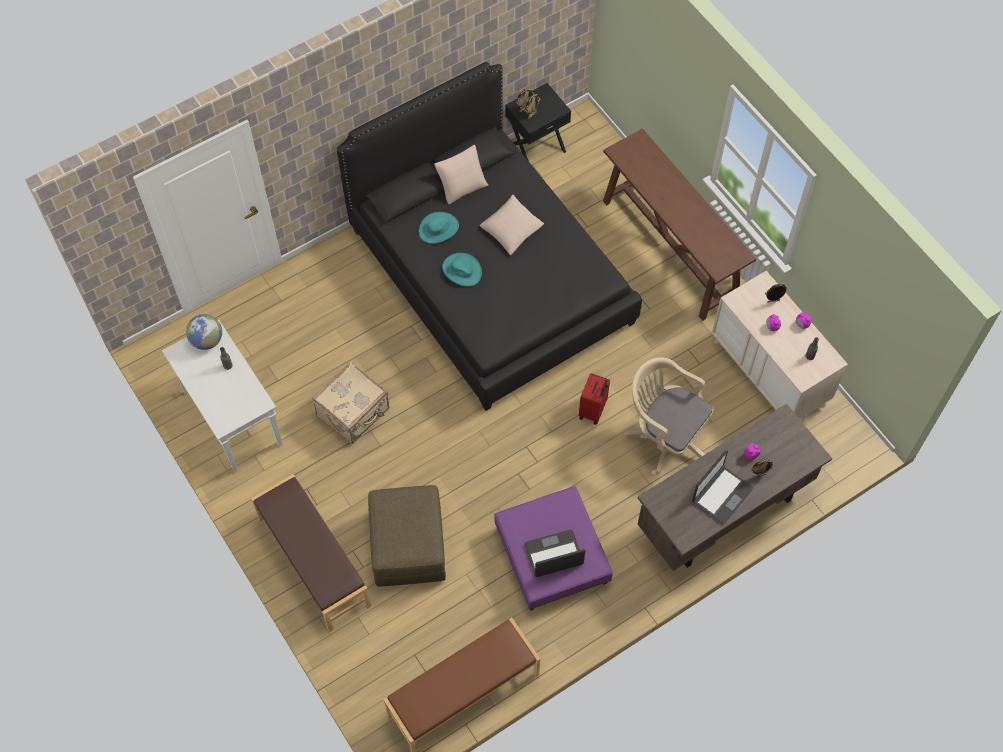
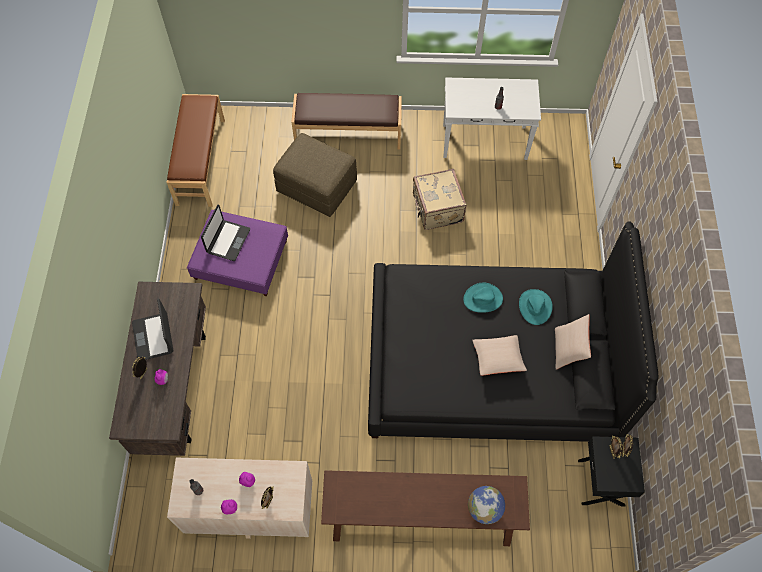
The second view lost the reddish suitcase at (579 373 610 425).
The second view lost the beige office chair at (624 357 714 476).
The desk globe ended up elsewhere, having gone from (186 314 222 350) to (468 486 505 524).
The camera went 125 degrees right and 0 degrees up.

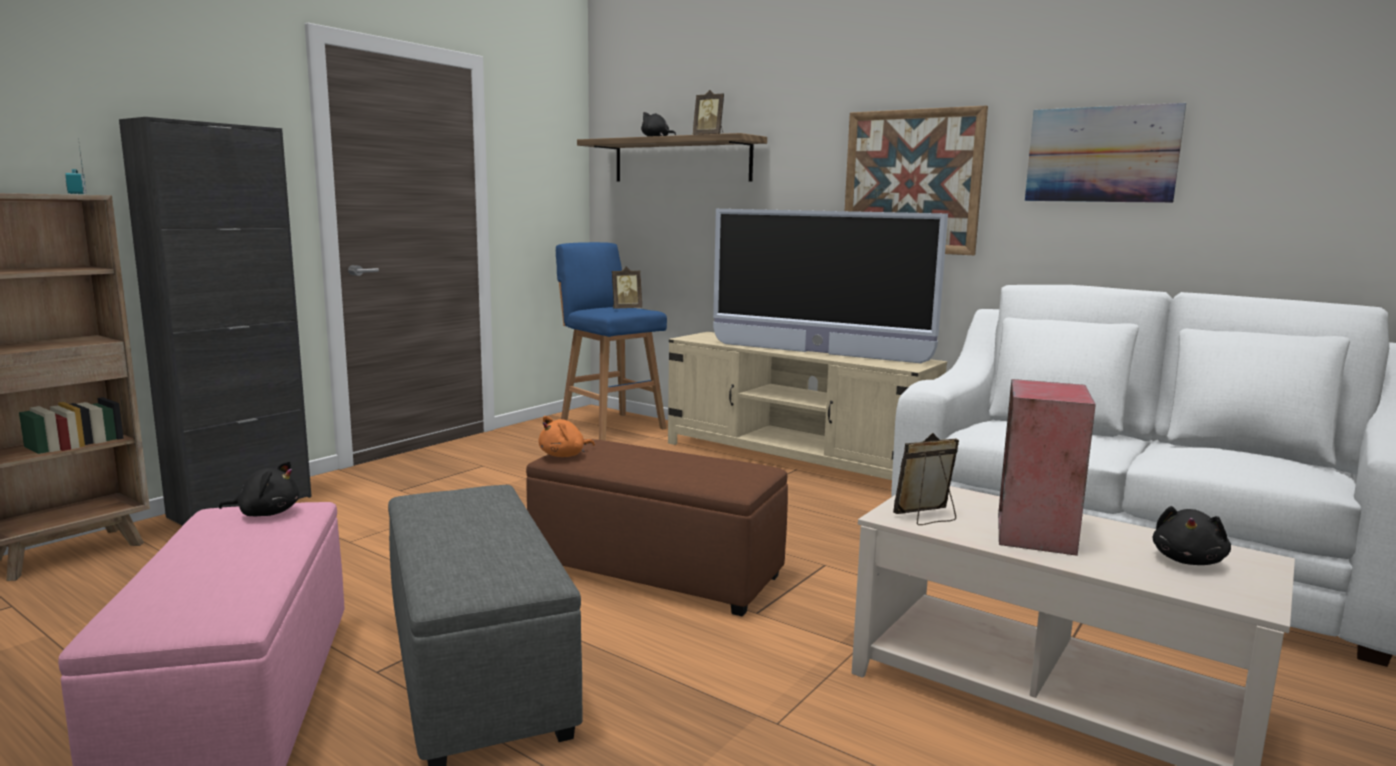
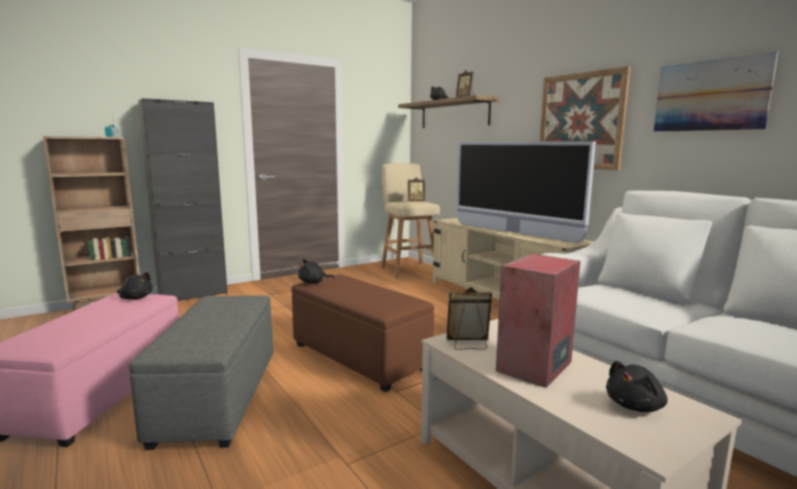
What was the orangey soft toy at (539 416 595 457) turned into the black soft toy at (298 259 334 284).
What was the blue-coloured sitting stool at (556 242 667 441) turned into the beige sitting stool at (381 163 440 278).
The camera went 20 degrees right and 0 degrees up.

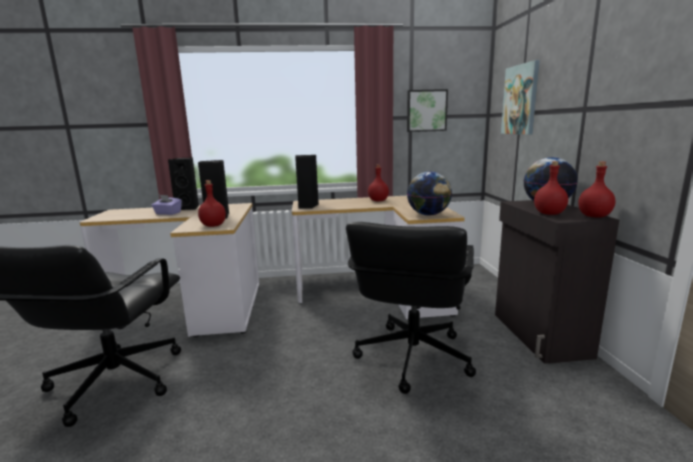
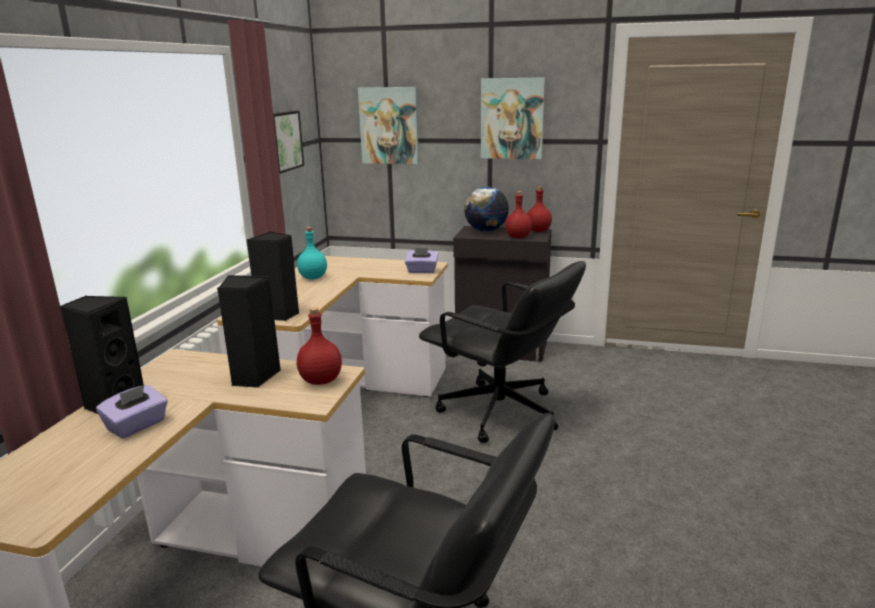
The second view gained the wall art at (481 77 545 159).
Where the desk globe stood at (407 171 452 215), the purple tissue holder came to stand at (405 248 439 273).
What was the reddish drink bottle at (368 165 389 201) turned into the turquoise-coloured drink bottle at (297 227 327 279).
The camera went 70 degrees left and 5 degrees up.

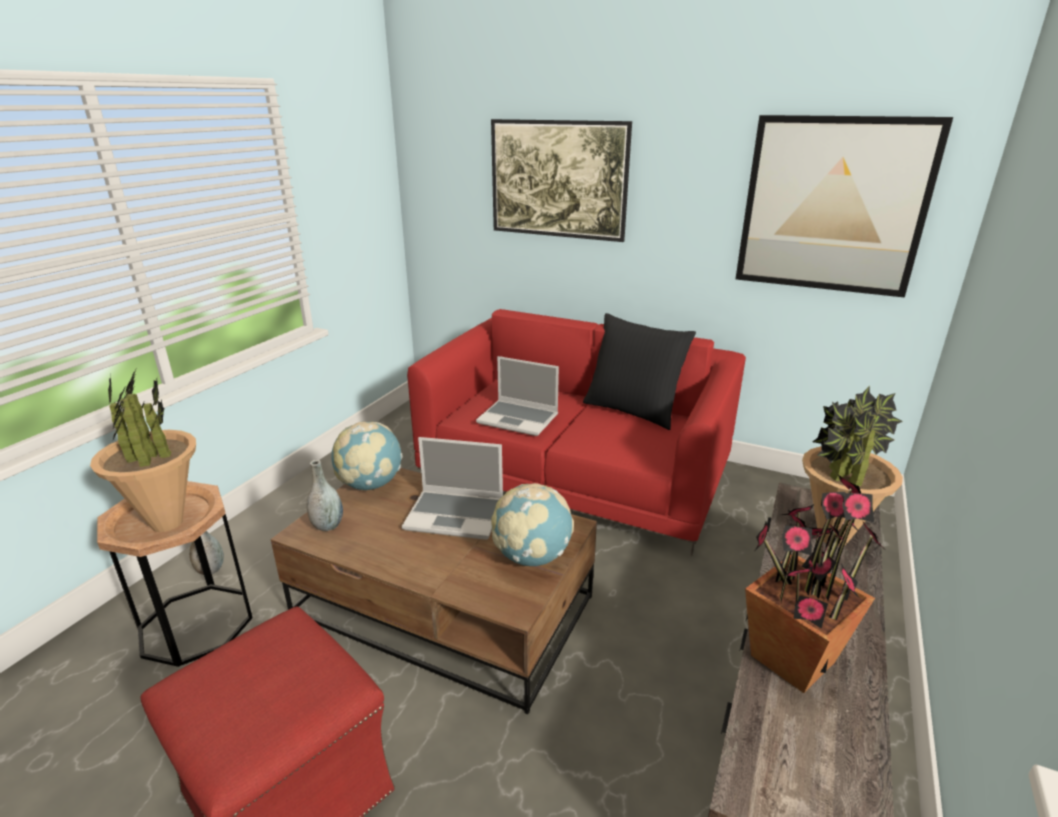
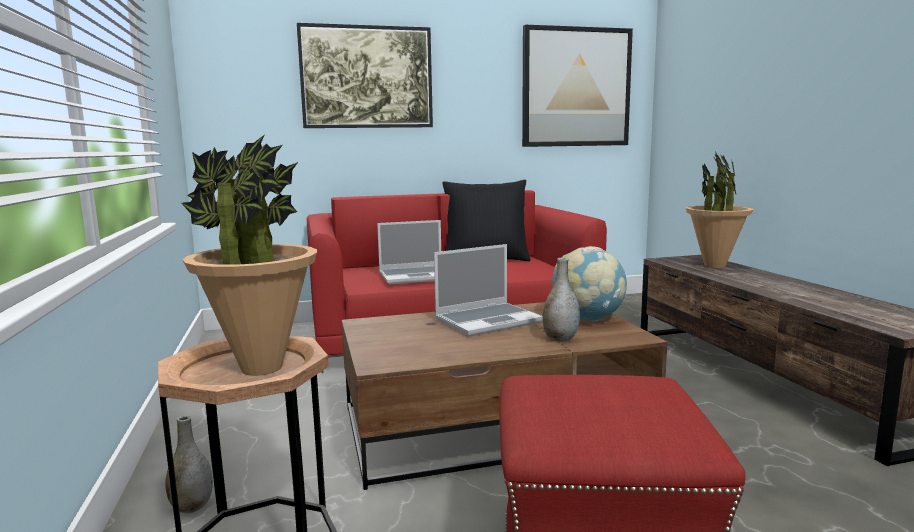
The second view lost the desk globe at (331 422 403 490).
The second view lost the houseplant at (745 475 883 693).
The gray vase ended up elsewhere, having gone from (306 460 343 531) to (542 258 580 342).
The camera went 40 degrees left and 15 degrees down.

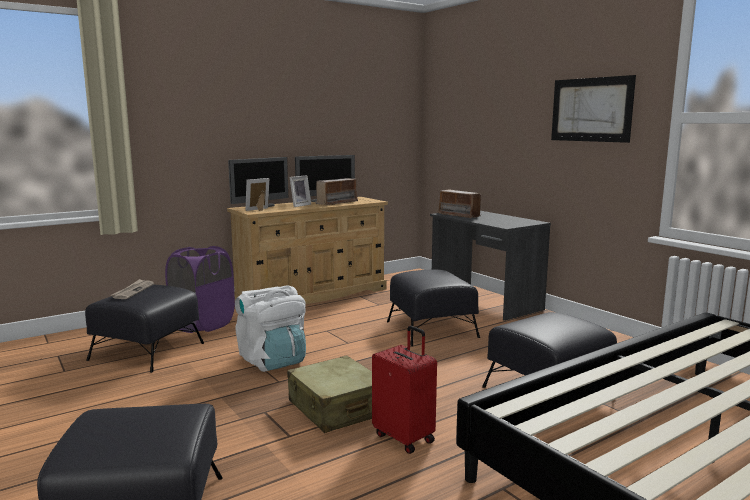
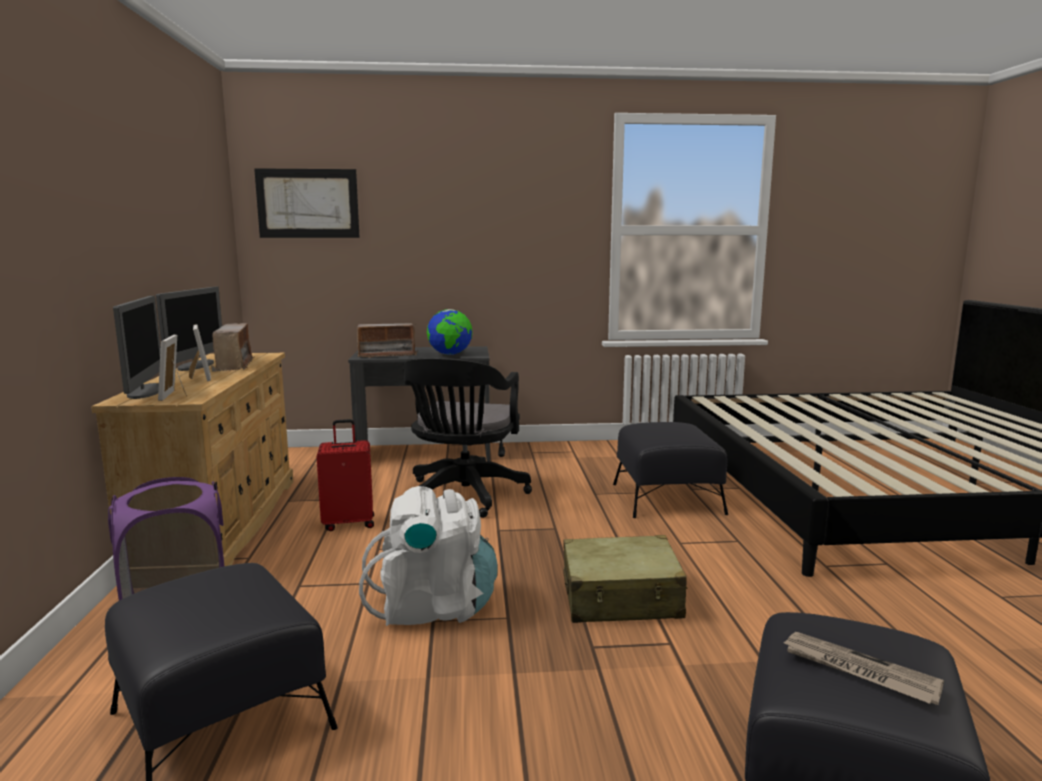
The second view gained the desk globe at (427 309 472 355).
The daily paper ended up elsewhere, having gone from (111 279 154 299) to (782 632 944 705).
The reddish suitcase ended up elsewhere, having gone from (372 326 437 454) to (316 419 374 531).
The wall art ended up elsewhere, having gone from (551 75 636 143) to (254 168 360 238).
Where the black pouffe stood at (387 269 480 346), the black office chair came to stand at (403 358 532 518).
The camera went 60 degrees left and 0 degrees up.

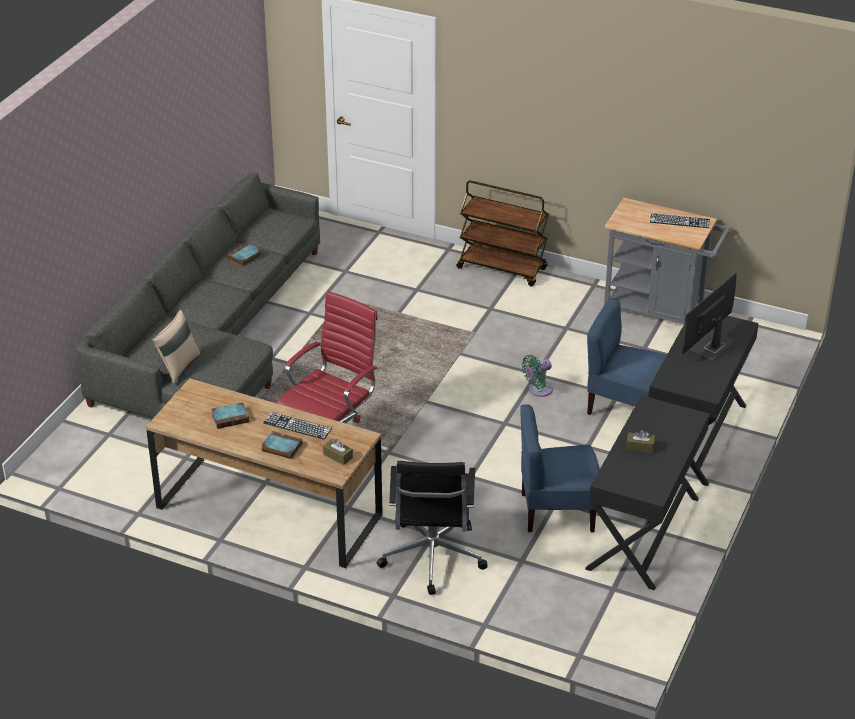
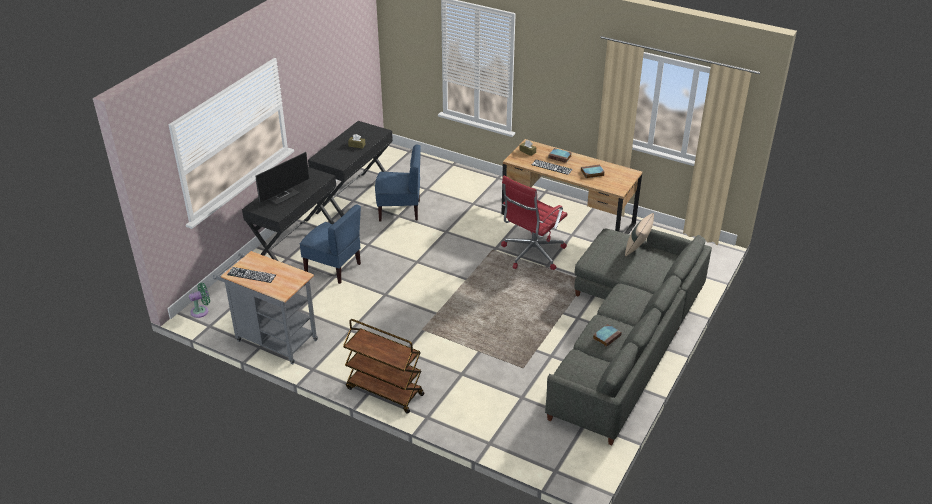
The second view lost the black office chair at (377 461 487 595).
The green-coloured electric fan ended up elsewhere, having gone from (522 355 553 397) to (189 283 210 318).
The camera went 175 degrees left and 0 degrees up.

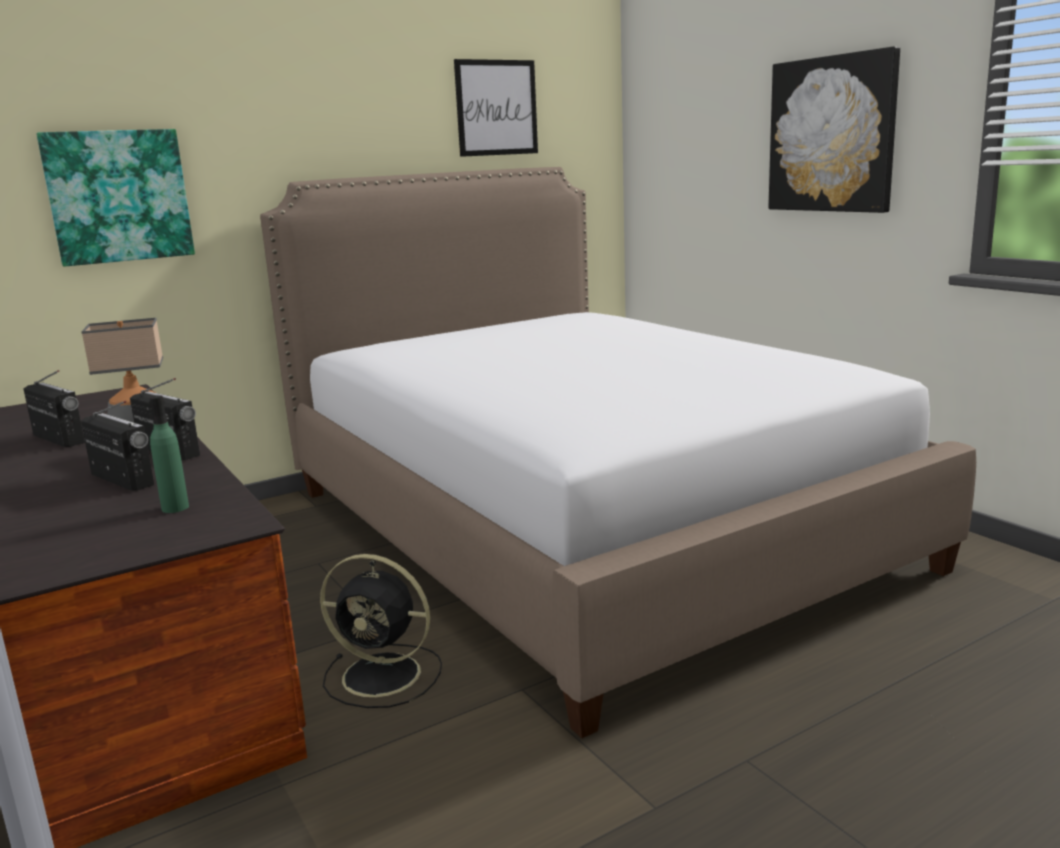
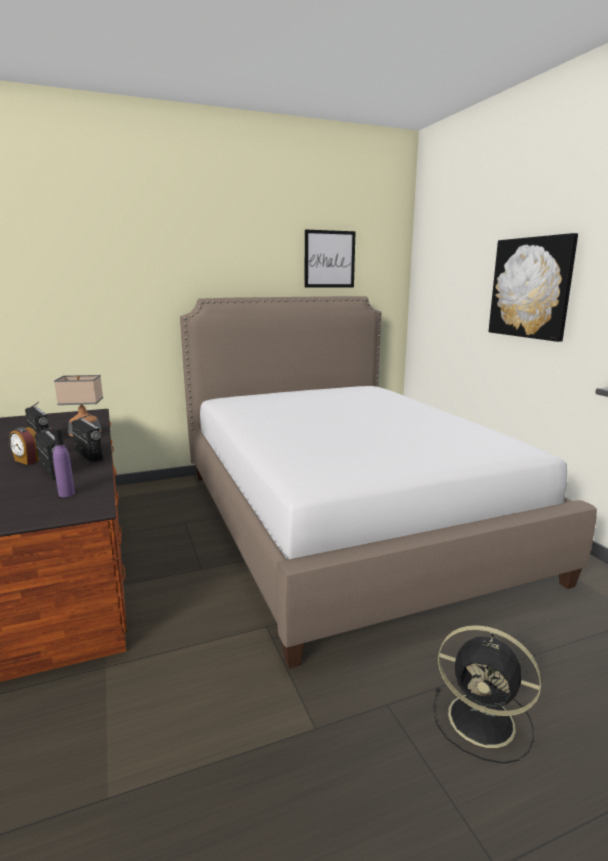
The second view lost the wall art at (36 129 195 267).
The second view gained the bedside clock at (9 427 39 465).
The black electric fan ended up elsewhere, having gone from (320 554 442 708) to (433 625 541 764).
What was the green-coloured drink bottle at (149 395 189 513) turned into the purple drink bottle at (53 428 75 497).
The camera went 10 degrees right and 0 degrees up.

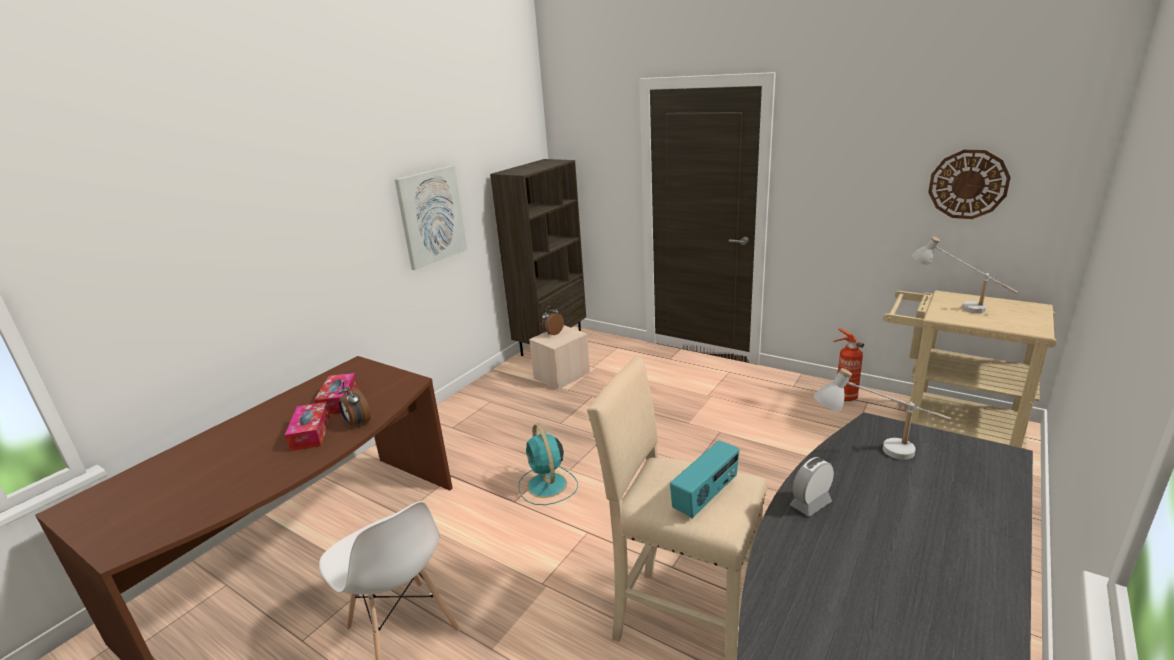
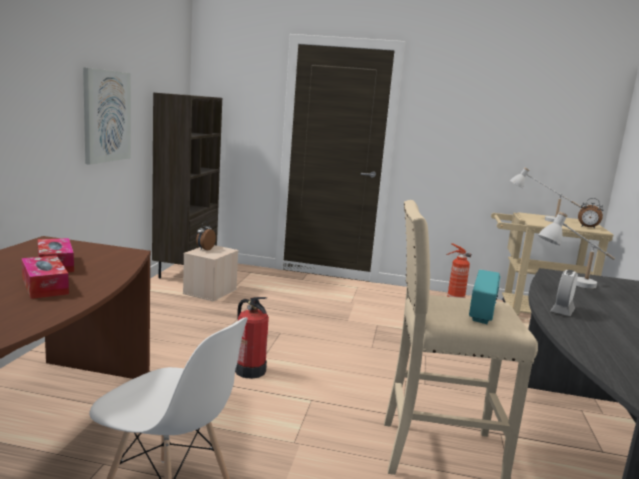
The second view lost the wall clock at (928 150 1011 219).
The bedside clock ended up elsewhere, having gone from (338 382 371 427) to (578 198 603 229).
Where the turquoise-coloured electric fan stood at (518 424 578 505), the extinguisher came to stand at (235 297 269 379).
The camera went 25 degrees left and 10 degrees down.

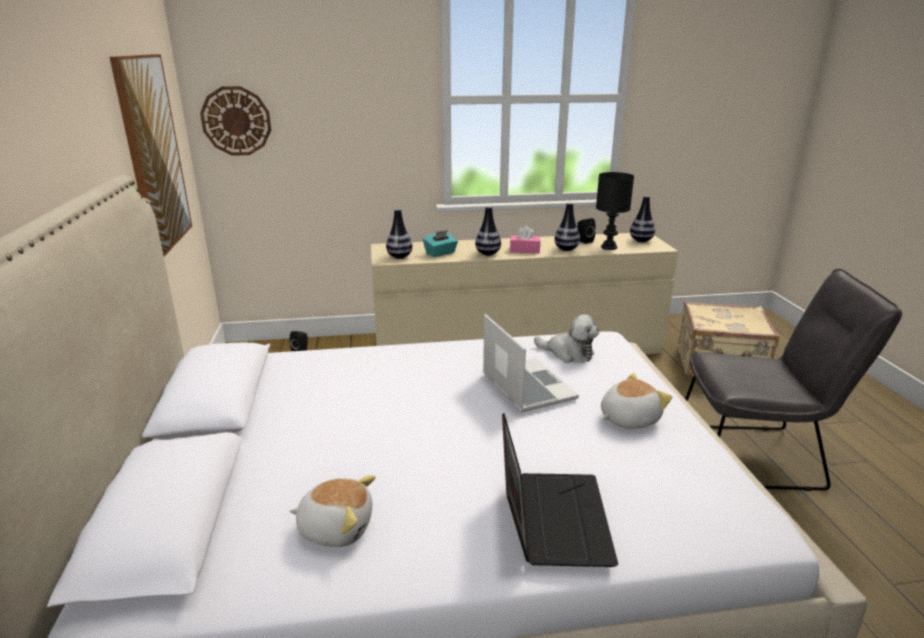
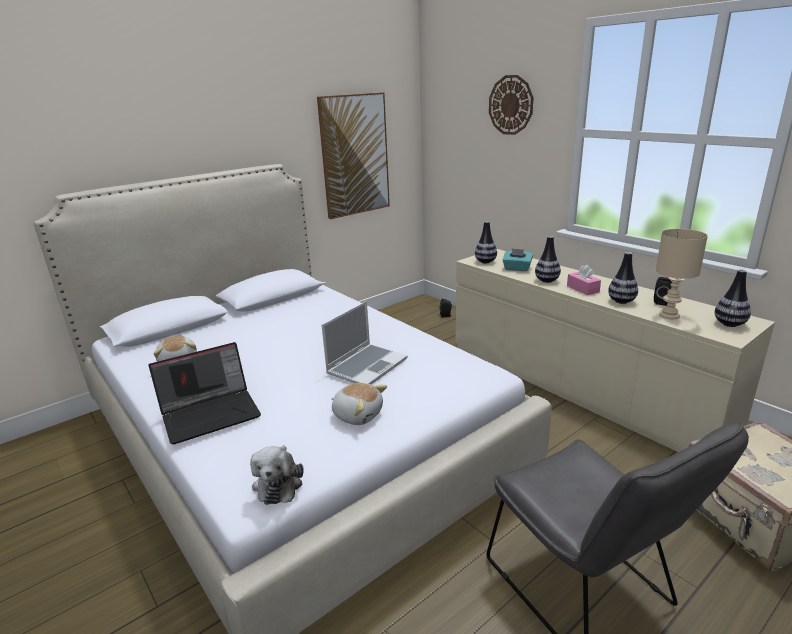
The wall clock ended up elsewhere, having gone from (200 86 271 156) to (489 75 534 135).
The soft toy ended up elsewhere, having gone from (534 314 599 363) to (250 445 304 505).
What was the black table lamp at (596 172 634 250) turned into the beige table lamp at (656 229 708 319).
The camera went 60 degrees right and 0 degrees up.

